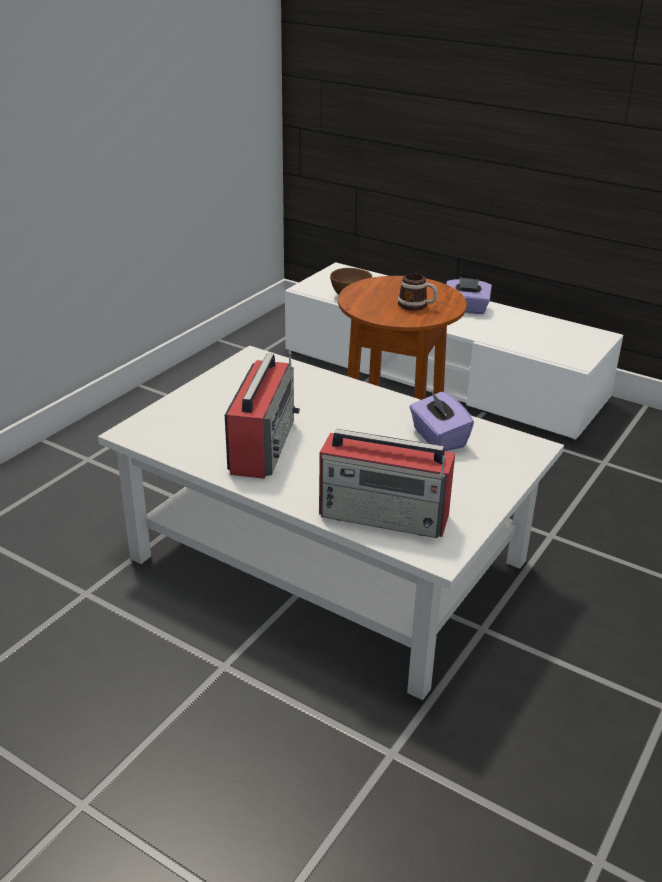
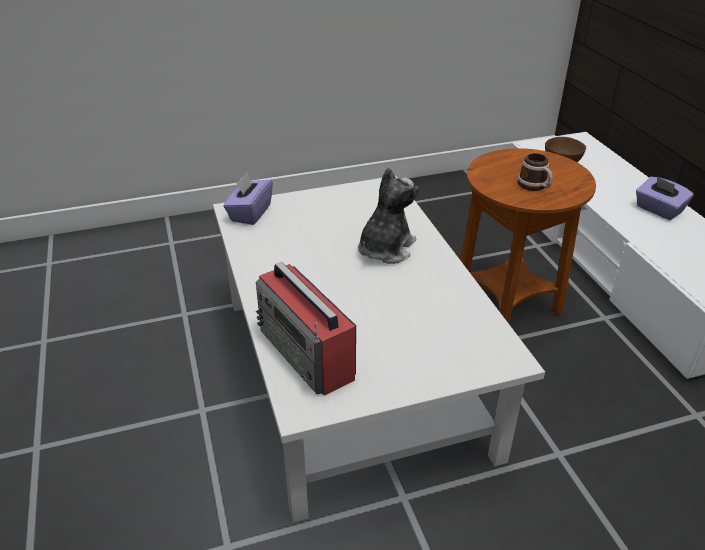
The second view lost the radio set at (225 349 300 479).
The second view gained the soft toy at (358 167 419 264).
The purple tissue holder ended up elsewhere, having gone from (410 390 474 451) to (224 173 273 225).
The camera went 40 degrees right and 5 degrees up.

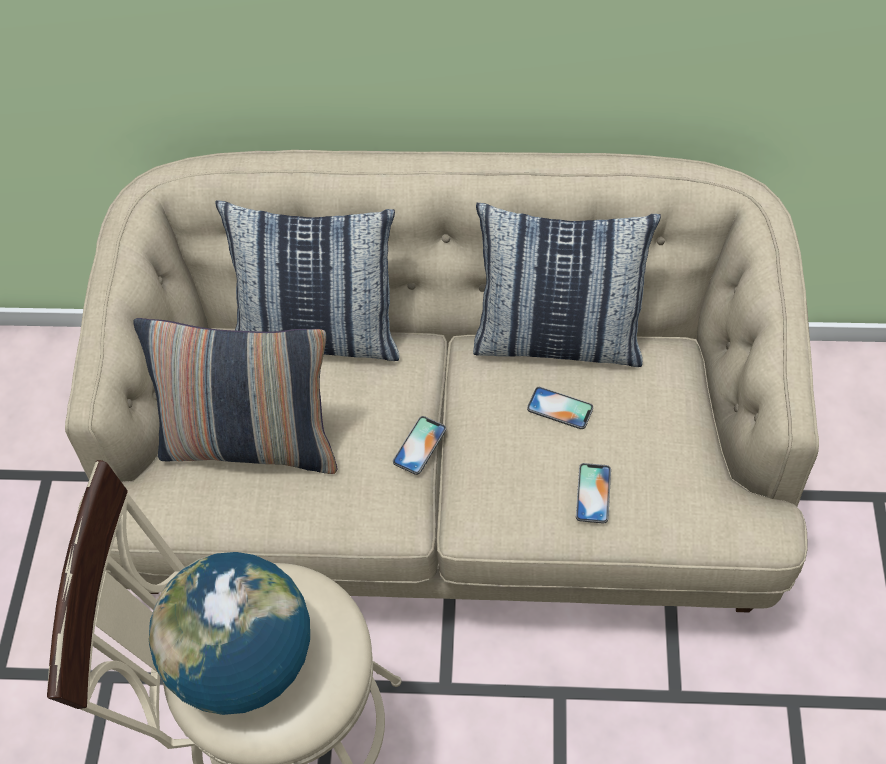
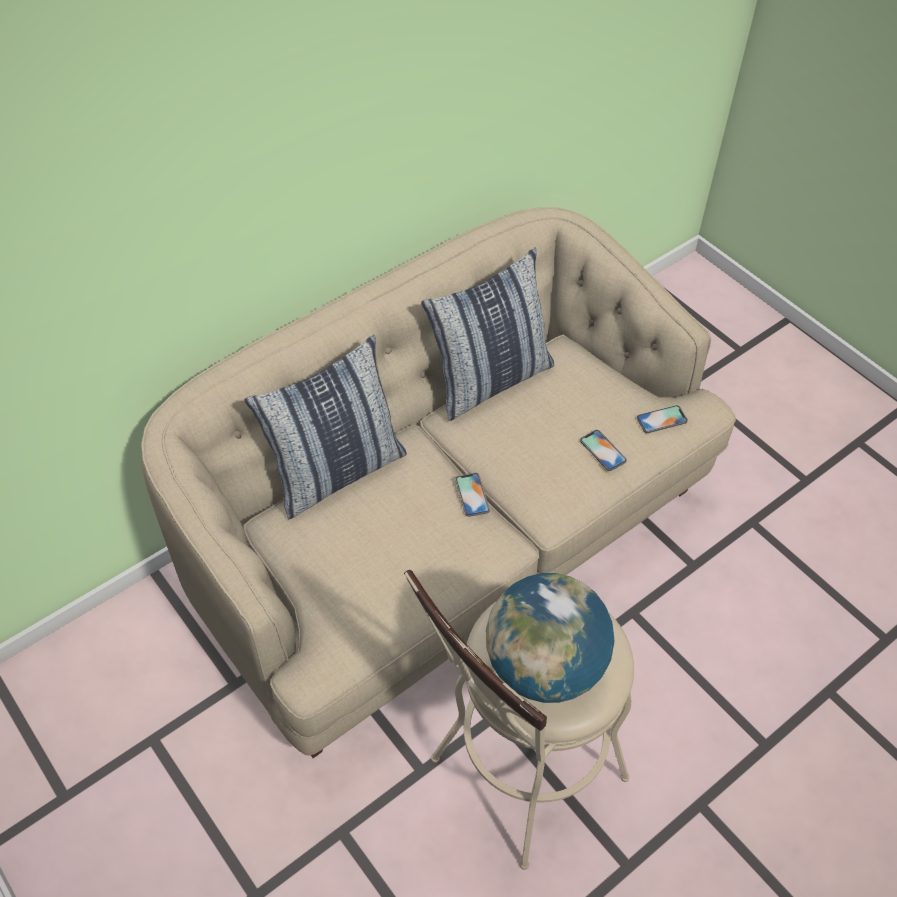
The second view lost the cushion at (134 318 338 474).
The handset ended up elsewhere, having gone from (527 387 593 429) to (637 405 688 433).
The camera went 45 degrees left and 5 degrees down.

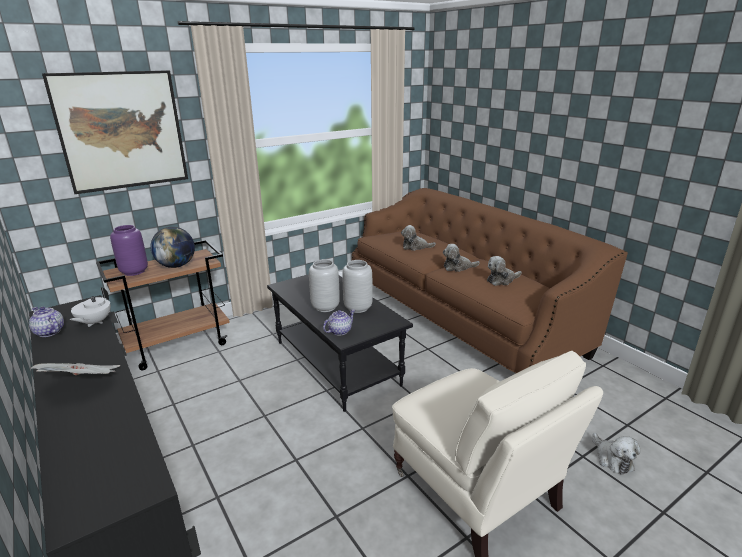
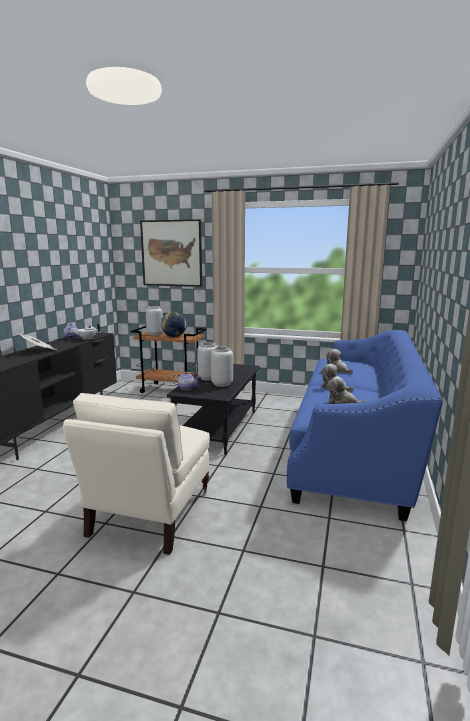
The second view lost the soft toy at (592 433 641 475).
What was the purple vase at (110 225 148 276) turned into the gray vase at (146 306 163 335).
What was the brown-coloured sofa at (352 188 628 373) turned into the blue-coloured sofa at (287 330 443 521).
The camera went 50 degrees right and 10 degrees down.

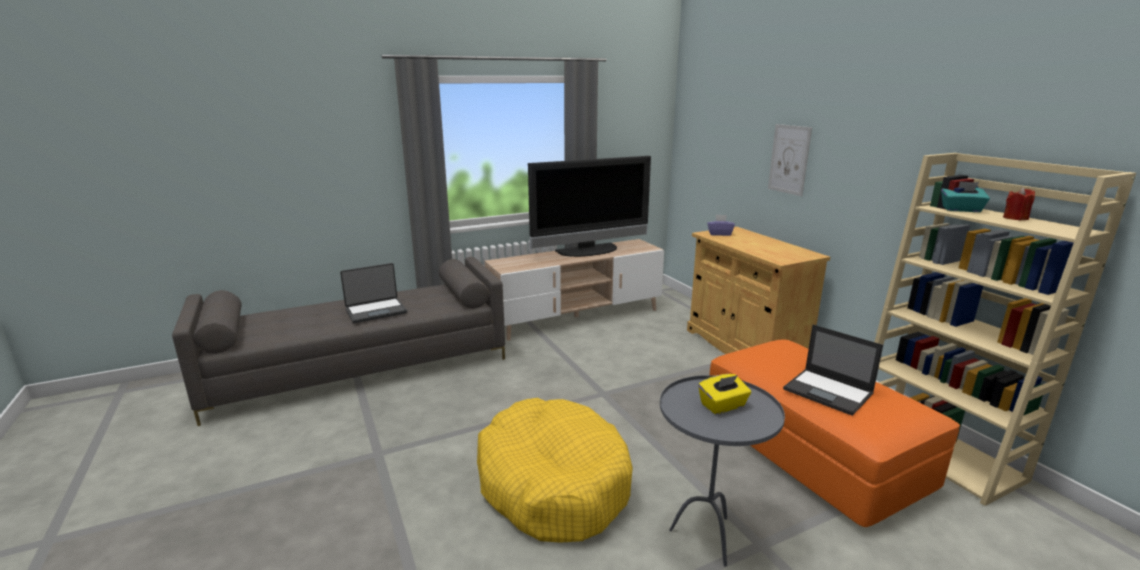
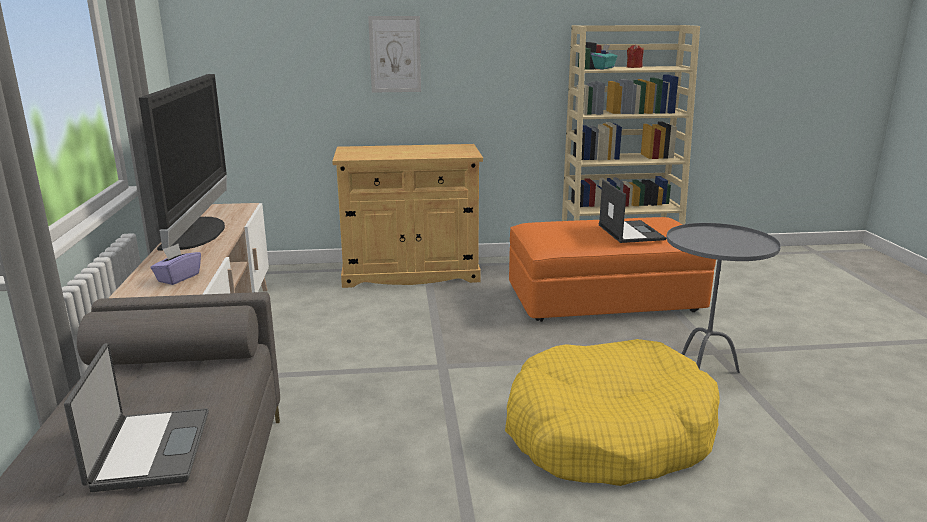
The second view lost the yellow tissue holder at (698 374 751 414).
The purple tissue holder ended up elsewhere, having gone from (707 215 735 236) to (150 244 201 285).
The portable computer at (783 325 883 416) ended up facing another way, 75 degrees counterclockwise from before.
The camera went 70 degrees left and 0 degrees up.

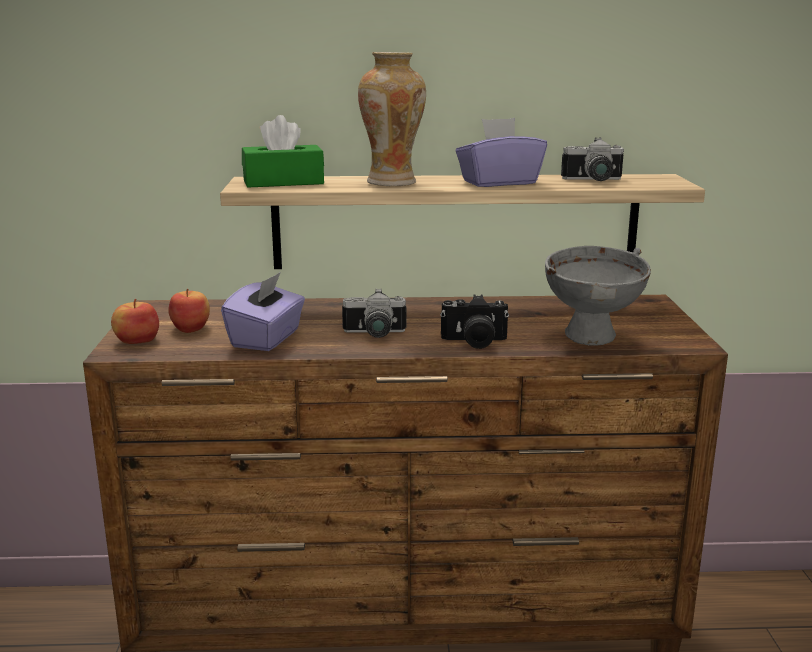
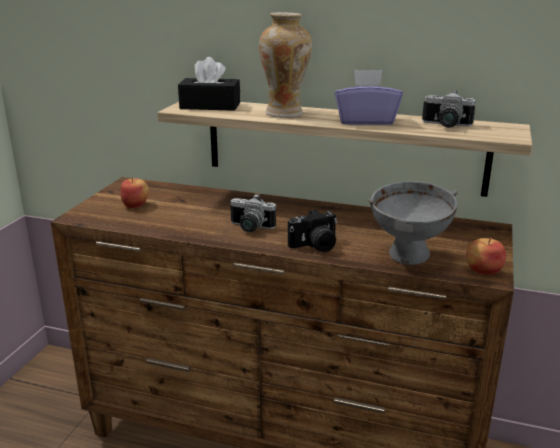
The second view lost the purple tissue holder at (221 272 305 351).
The whole apple ended up elsewhere, having gone from (111 299 159 344) to (466 237 506 275).
What was the green-coloured tissue holder at (242 115 324 188) turned into the black tissue holder at (178 57 240 111).
The still camera at (440 294 509 349) ended up facing another way, 45 degrees counterclockwise from before.
The camera went 20 degrees right and 5 degrees up.

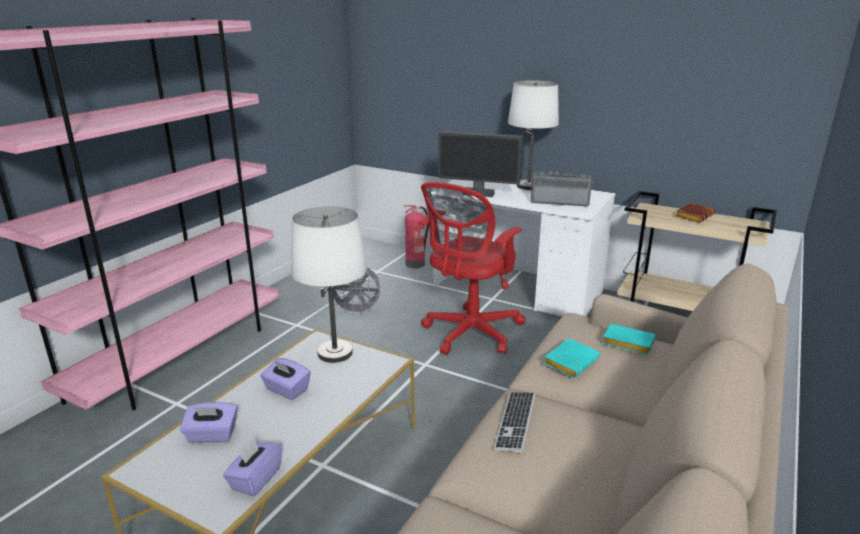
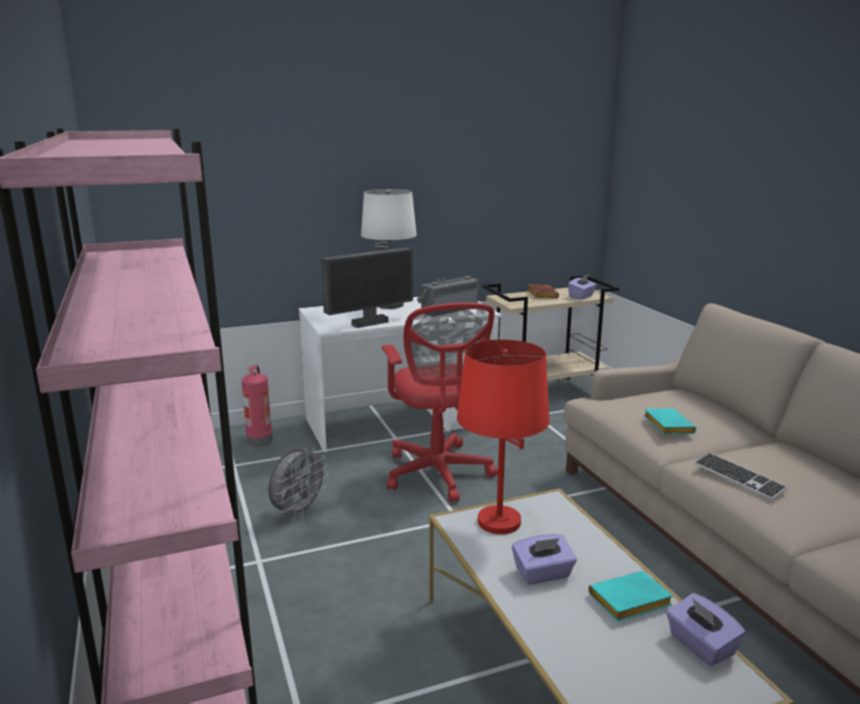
The purple tissue holder ended up elsewhere, having gone from (180 402 237 443) to (568 274 596 300).
The turquoise-coloured volume ended up elsewhere, having gone from (602 324 656 355) to (589 571 673 622).
What was the white table lamp at (291 206 367 363) turned into the reddish table lamp at (457 339 550 534).
The camera went 50 degrees left and 5 degrees down.

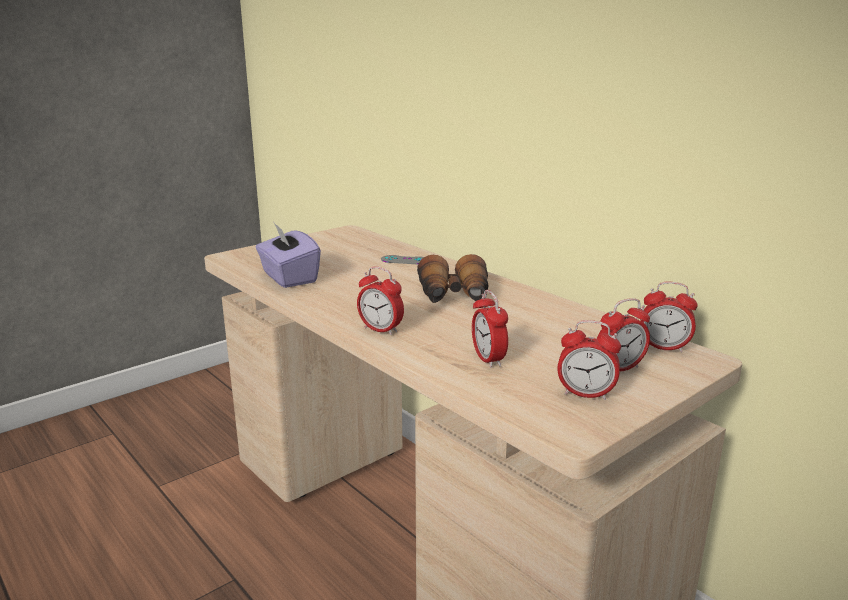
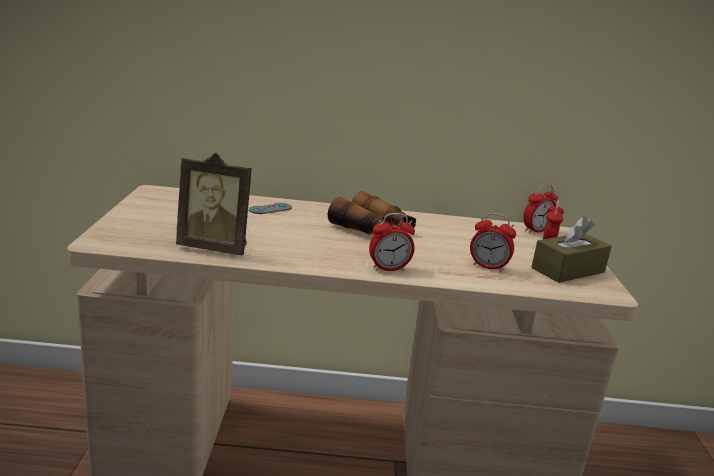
Where the purple tissue holder stood at (256 223 321 288), the standing frame came to stand at (176 153 252 256).
Where the bedside clock stood at (557 320 621 400), the brown-coloured tissue holder came to stand at (531 216 612 283).
The camera went 50 degrees left and 0 degrees up.

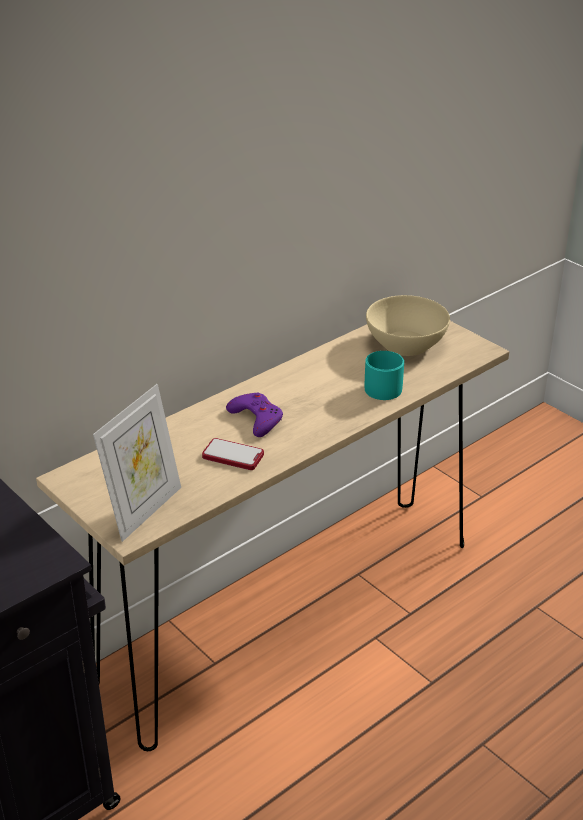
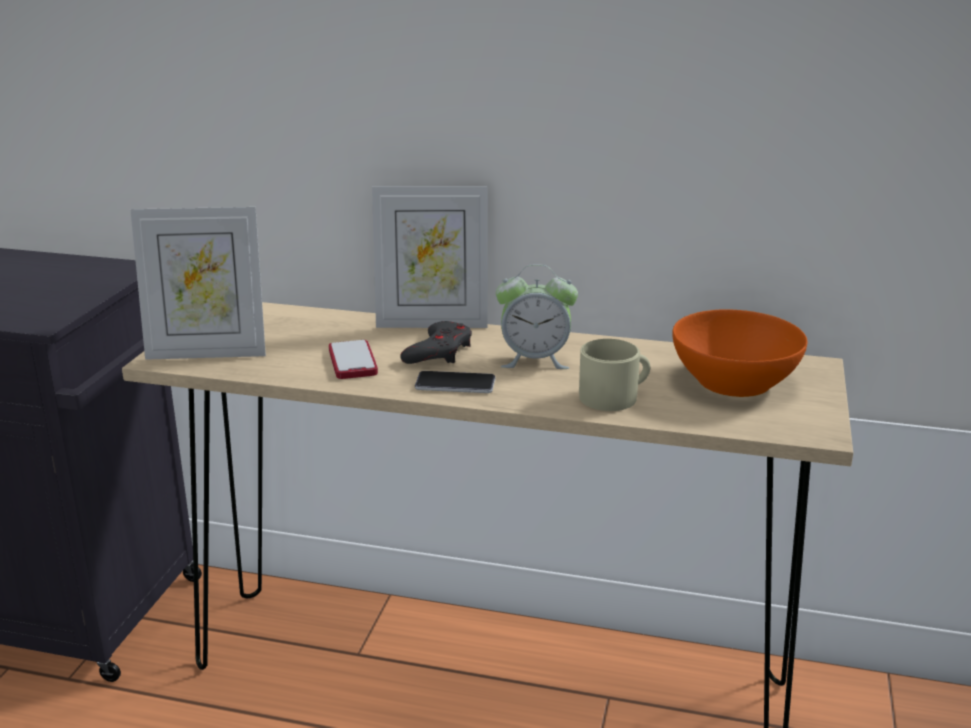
The second view gained the standing frame at (372 186 488 328).
The second view gained the handset at (415 371 496 393).
The second view gained the bedside clock at (496 264 578 369).
What was the purple joypad at (226 392 283 437) turned into the gray joypad at (400 321 472 364).
What was the turquoise-coloured coffee mug at (364 351 404 400) turned into the beige coffee mug at (579 339 650 411).
What was the beige deep dish at (366 295 450 356) turned into the orangey deep dish at (672 310 807 397).
The camera went 55 degrees right and 10 degrees down.

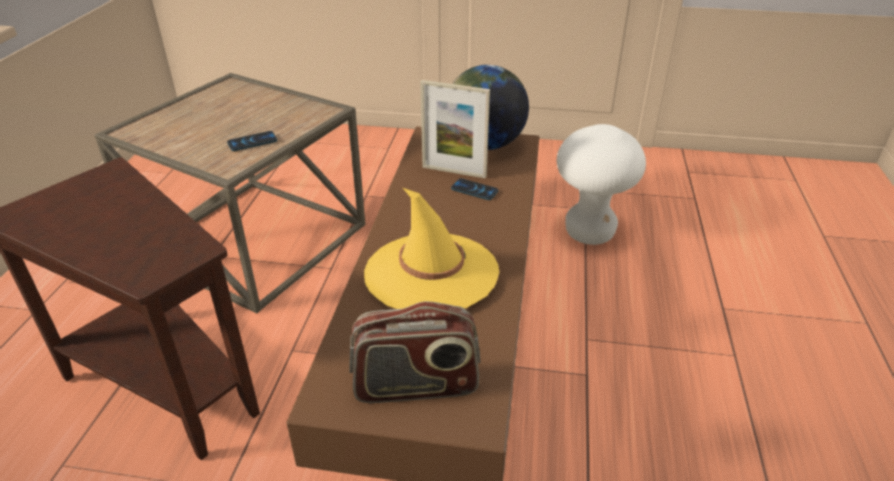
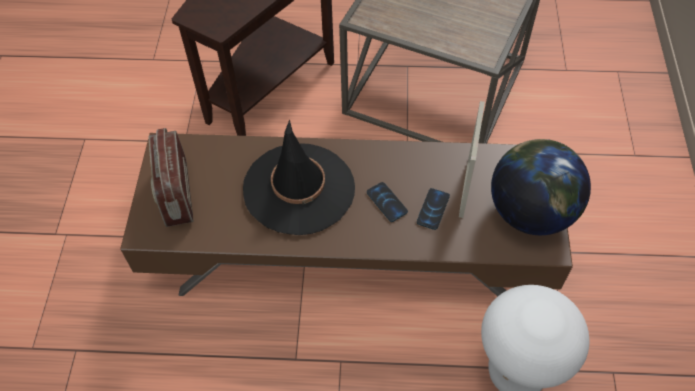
The handset ended up elsewhere, having gone from (227 131 278 151) to (367 182 408 222).
What was the yellow hat at (364 188 499 309) turned into the black hat at (243 119 355 235).
The camera went 85 degrees right and 20 degrees up.

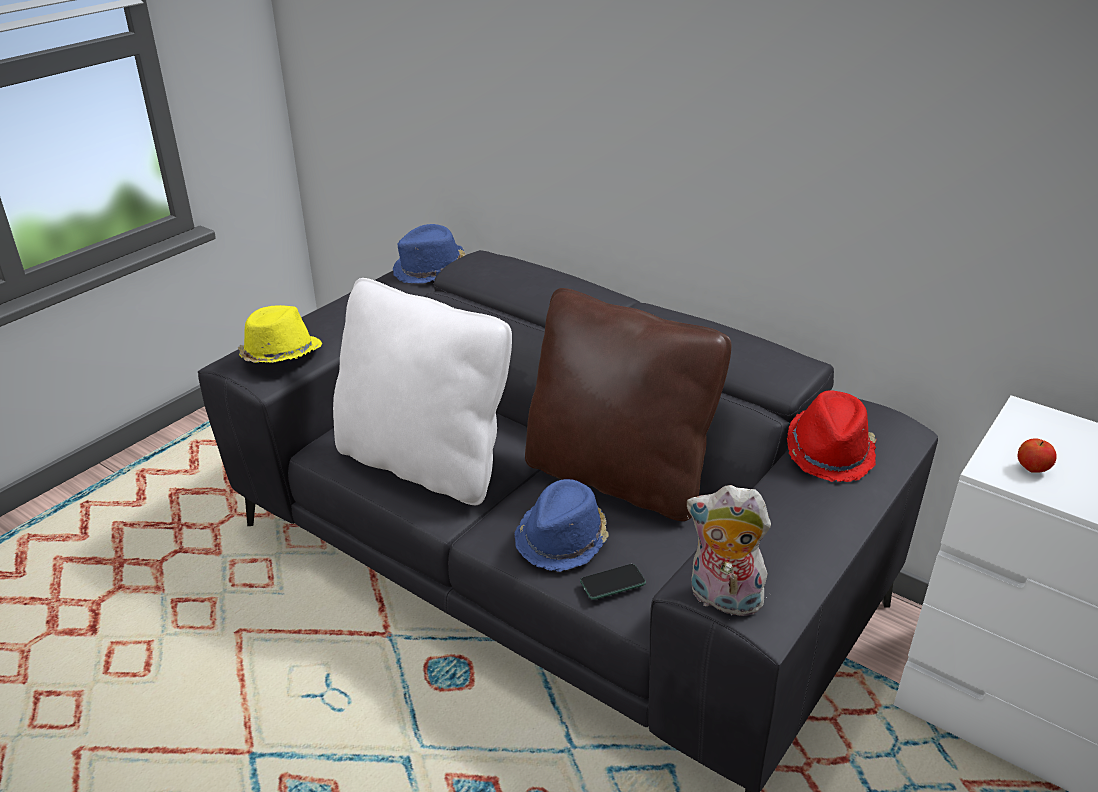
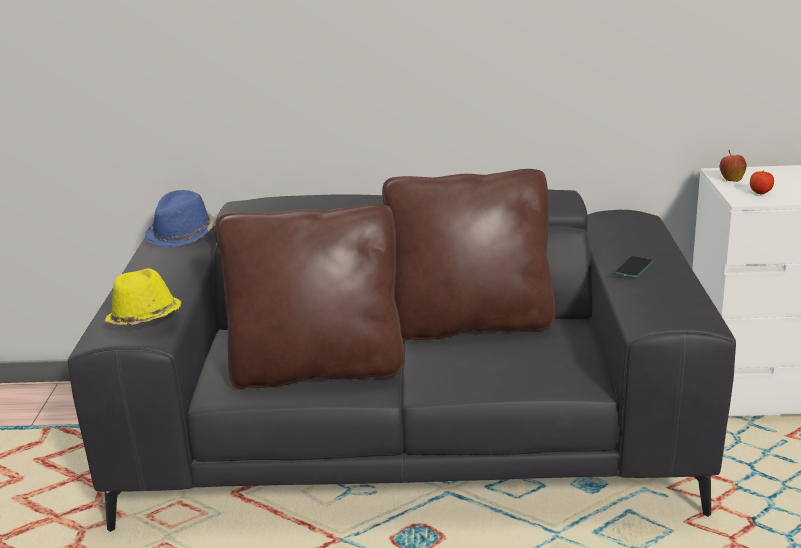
The second view lost the blue-coloured hat at (515 479 609 572).
The second view lost the soft toy at (687 485 771 620).
The second view lost the reddish hat at (787 390 876 482).
The second view gained the whole apple at (720 150 746 182).
The handset ended up elsewhere, having gone from (580 564 646 600) to (615 256 653 278).
What was the white cushion at (333 278 512 505) turned into the brown-coloured cushion at (216 204 405 389).
The camera went 35 degrees left and 10 degrees down.

